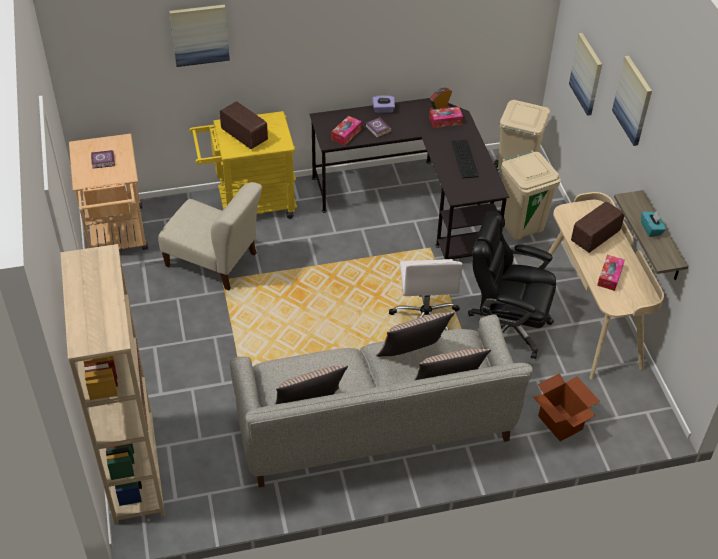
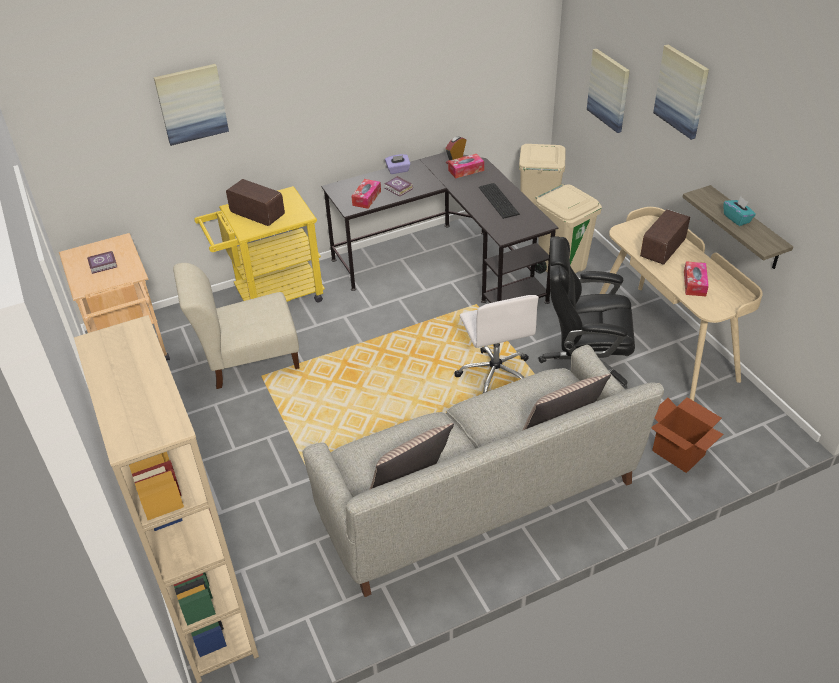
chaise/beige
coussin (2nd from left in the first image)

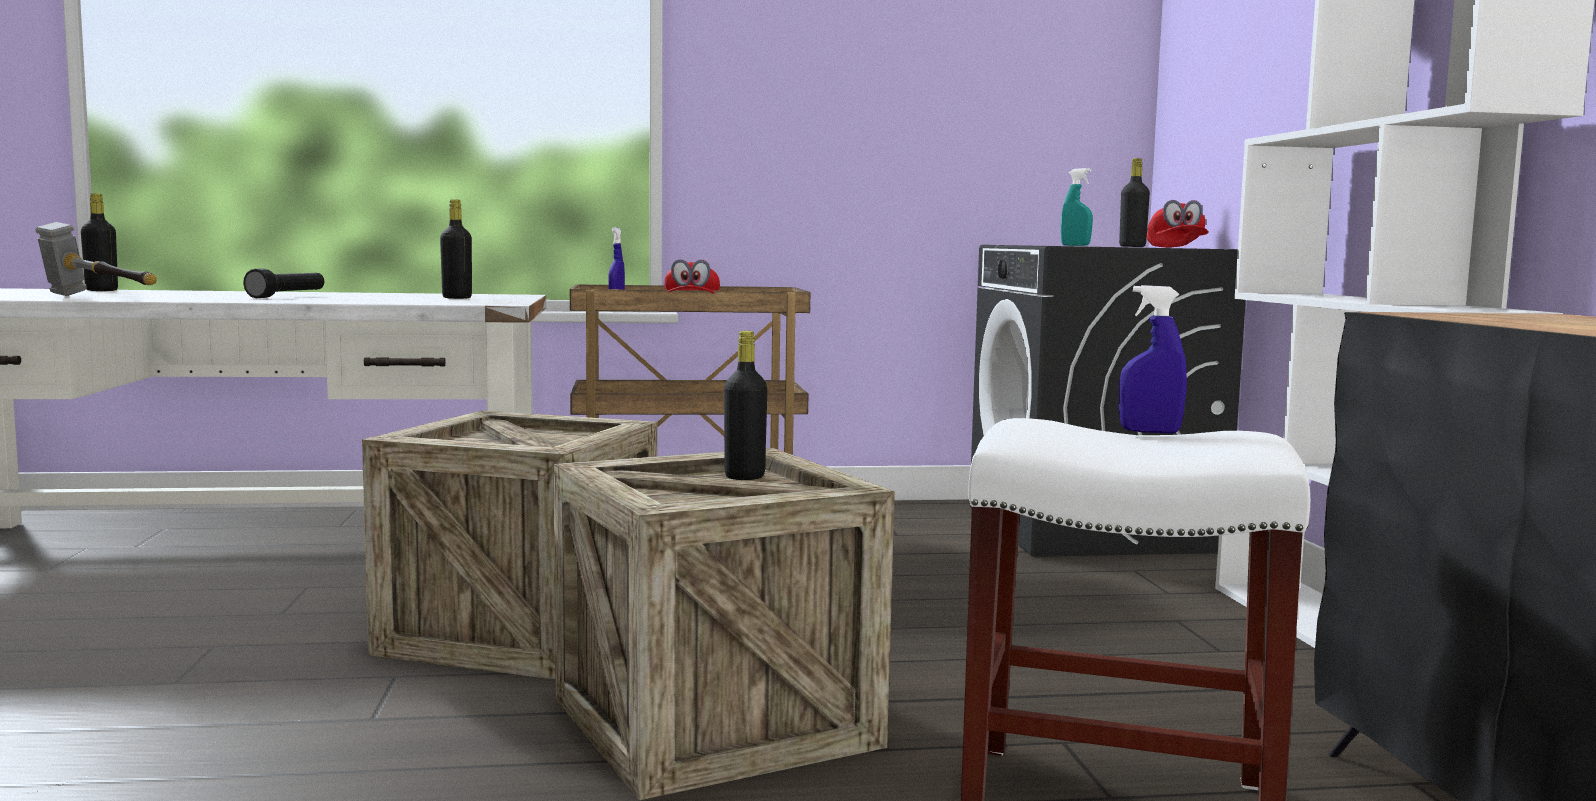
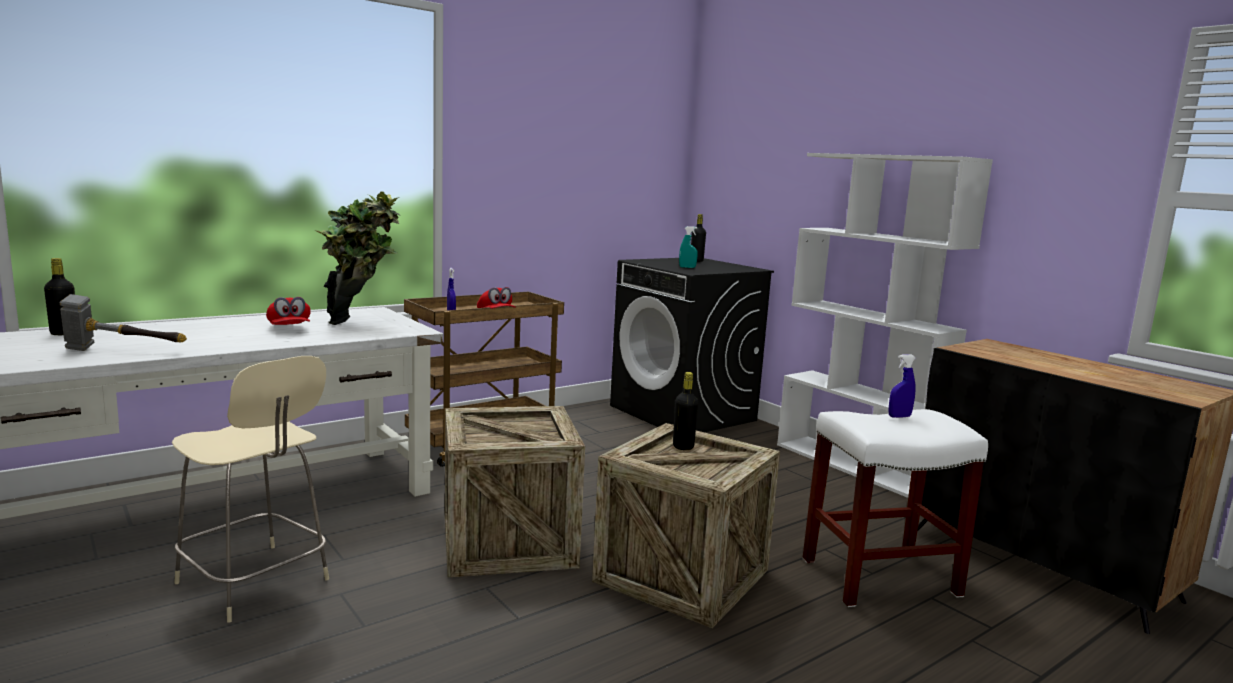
plante en pot
casquette/rouge (1st from left)
lampe de poche/noir
chaise/beige

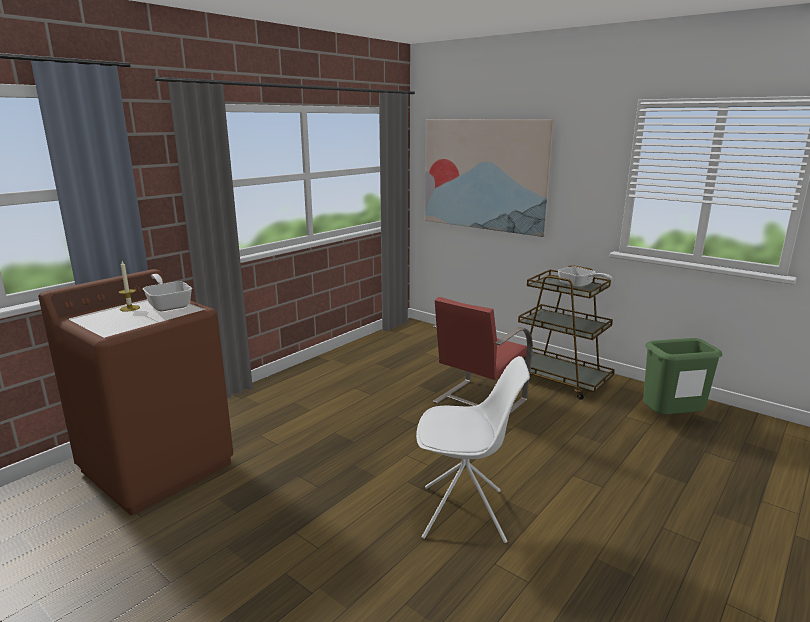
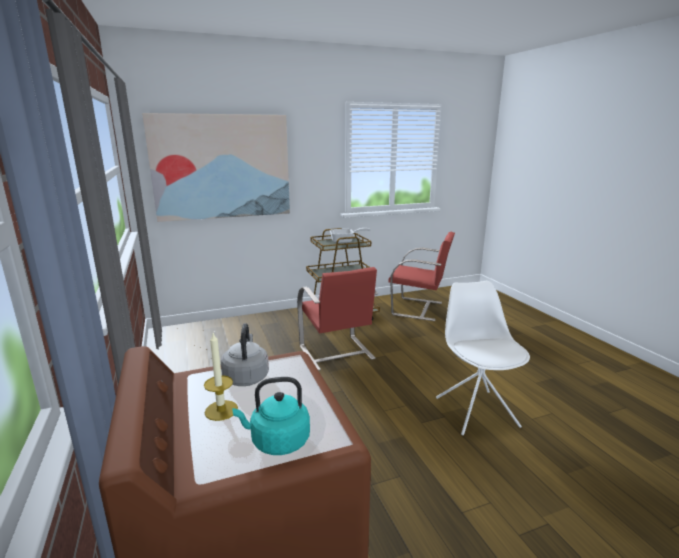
bouilloire/gris
chaise/rouge (2nd from left)
chaise/blanc
bouilloire/turquoise

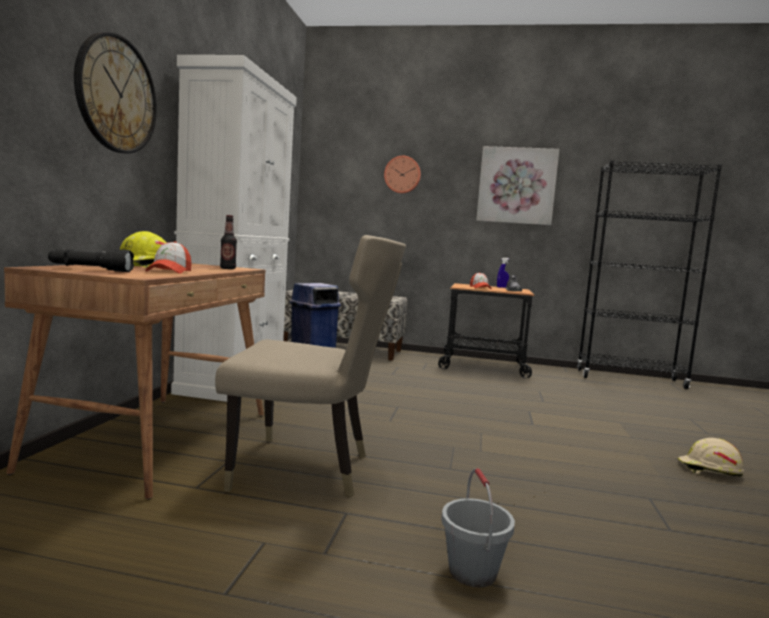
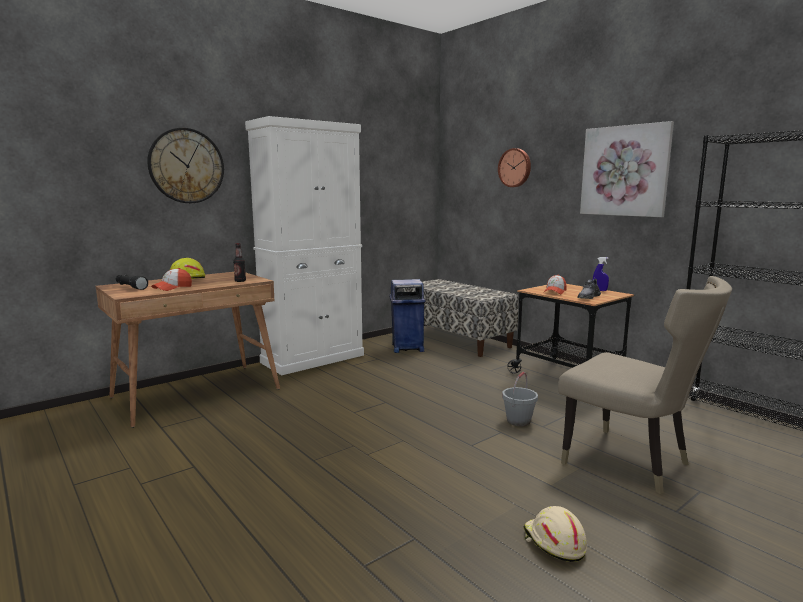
chaise/beige
seau/gris

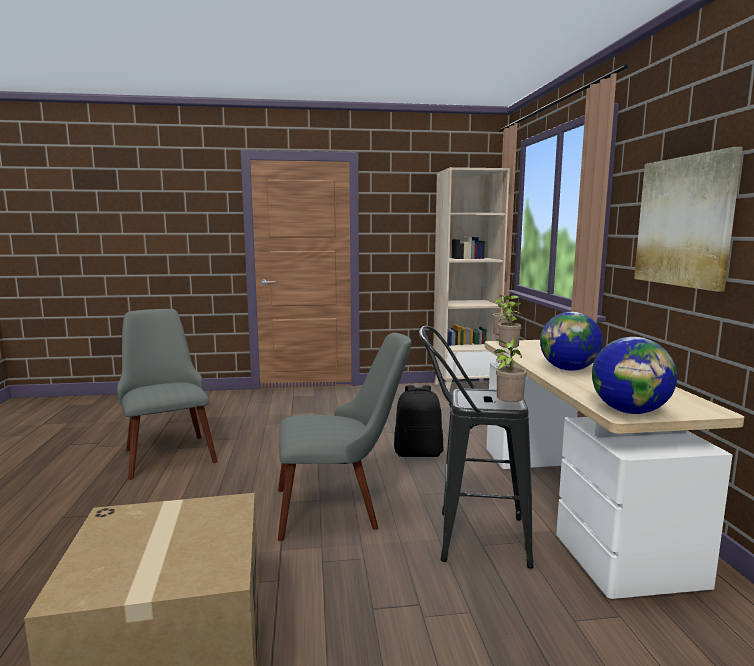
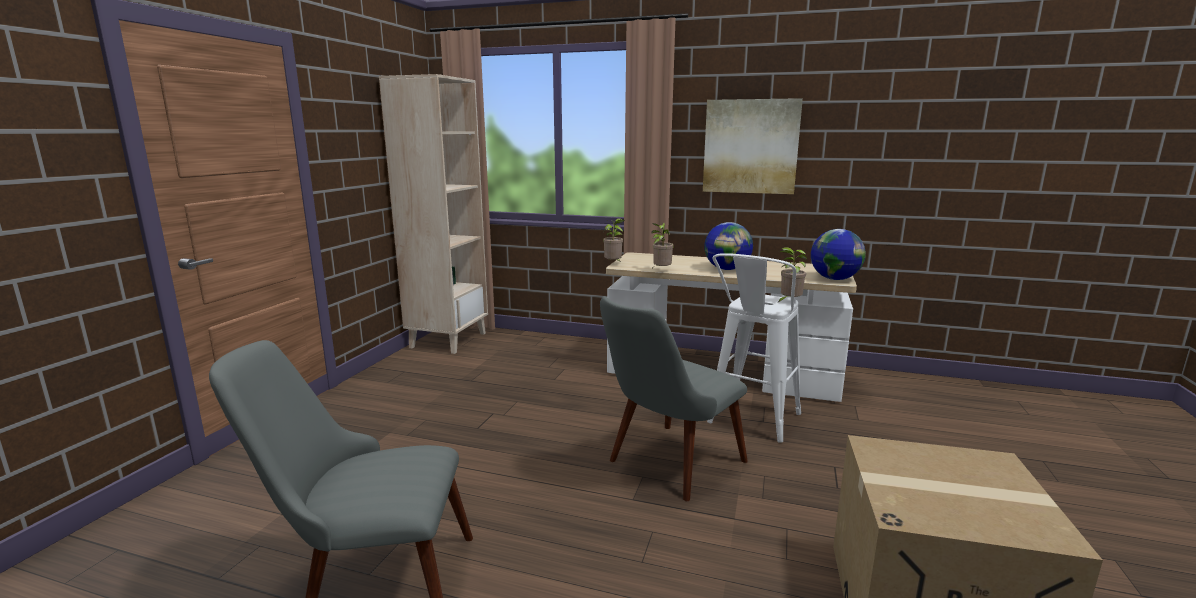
tabouret/blanc
chaise/gris (2nd from left)
sac à dos/noir

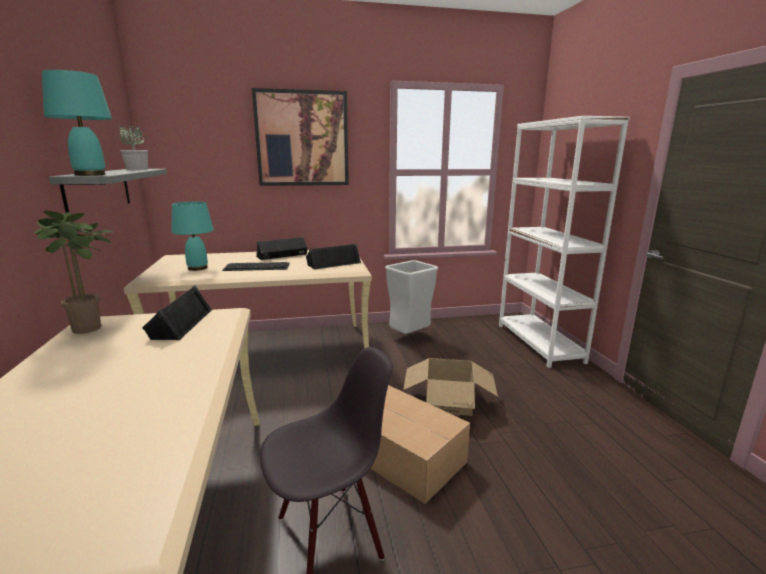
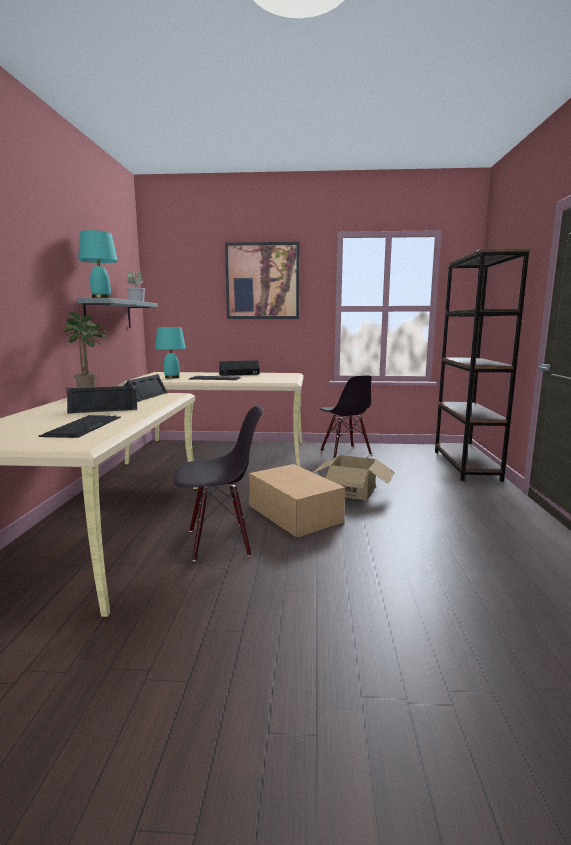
bibliothèque/marron
enceinte/noir (1st from left)
chaise/noir (2nd from left)
clavier (1st from left)

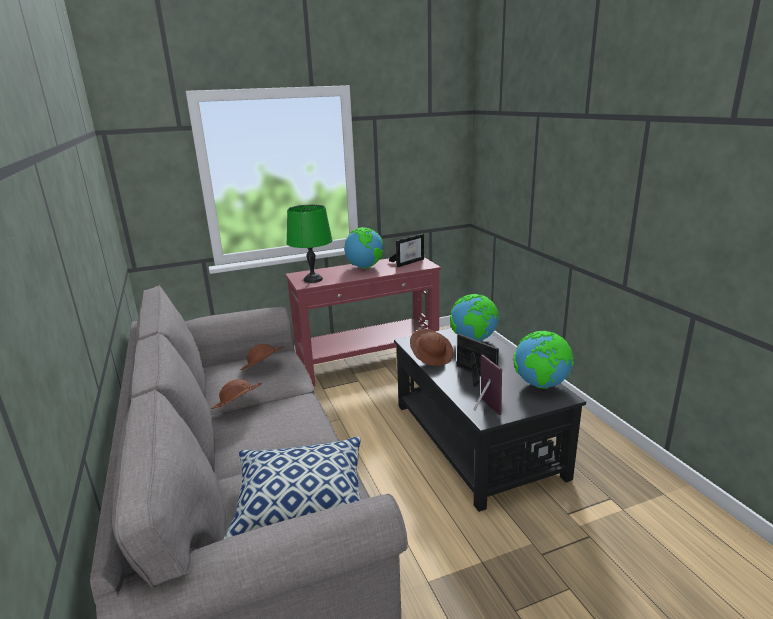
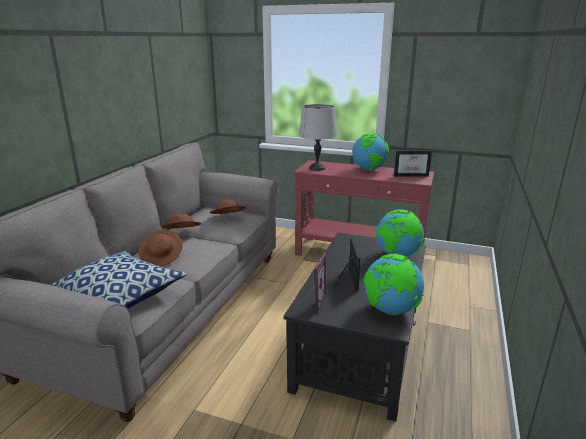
lampe de table/gris
chapeau/marron (1st from left)

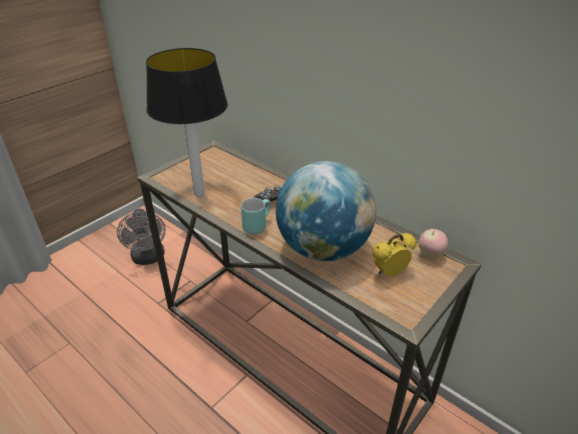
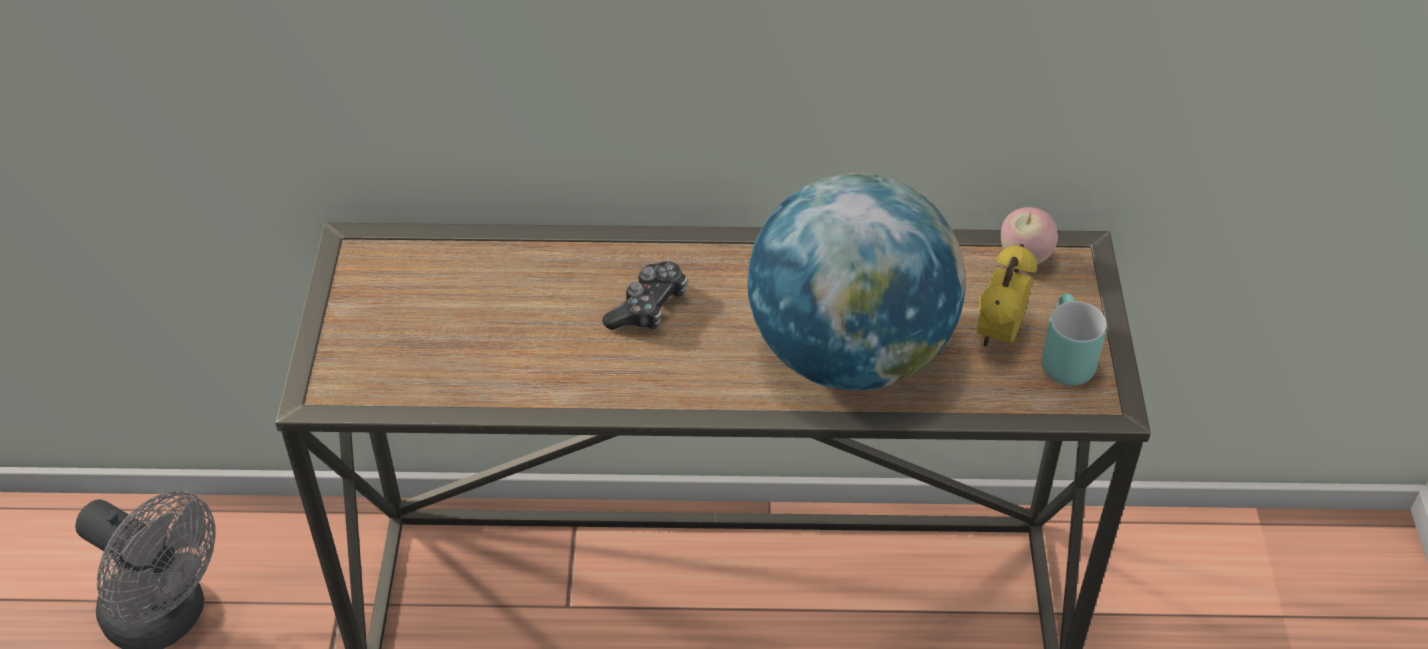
lampe de table
mug/turquoise

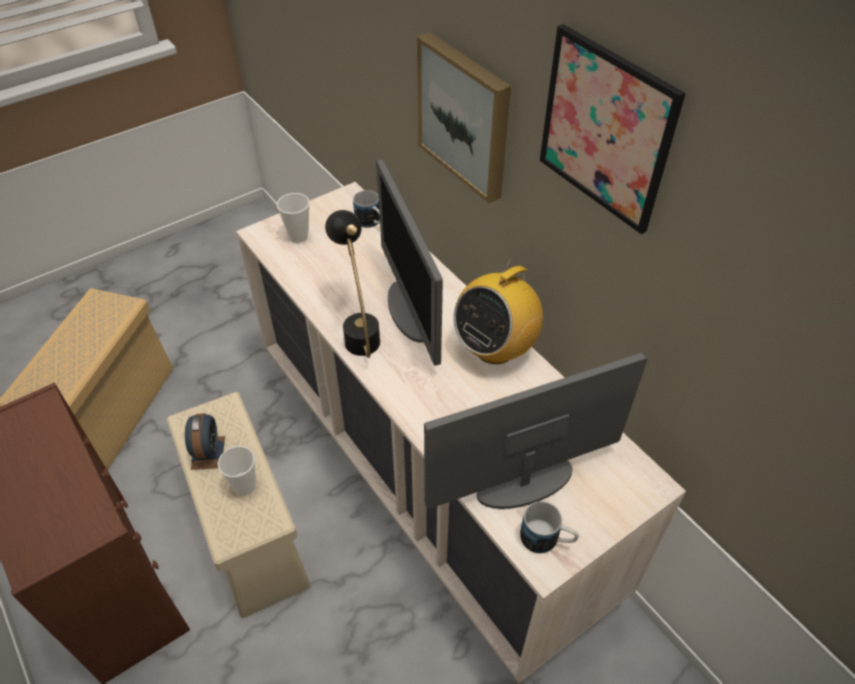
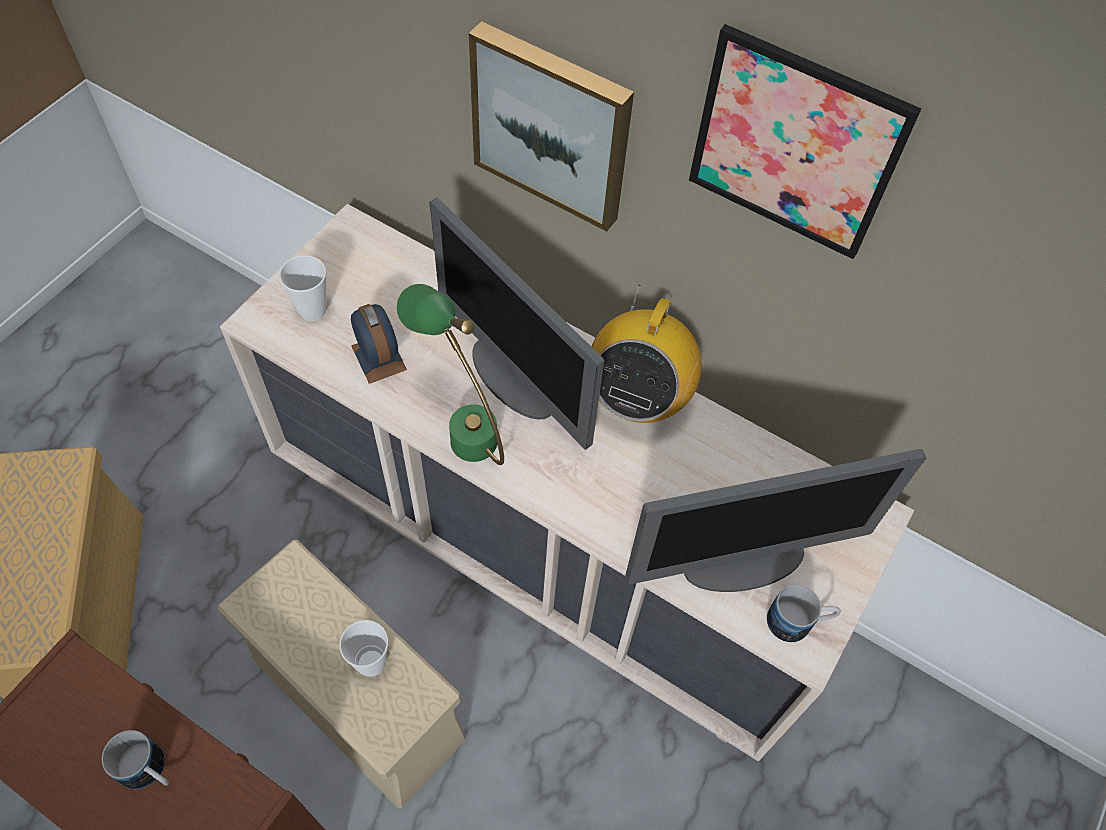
mug (1st from left)
lampe de table/vert
écran d'ordinateur (2nd from left)
réveil

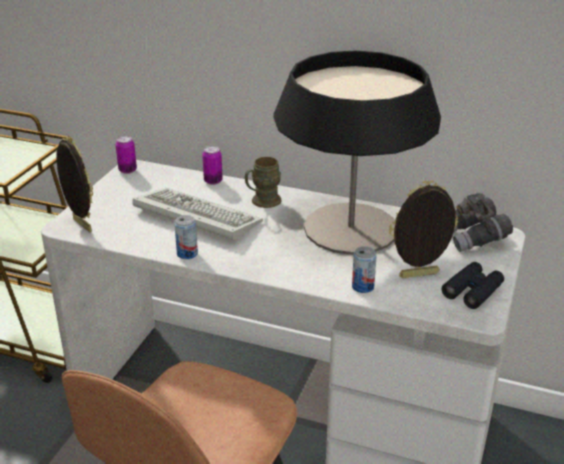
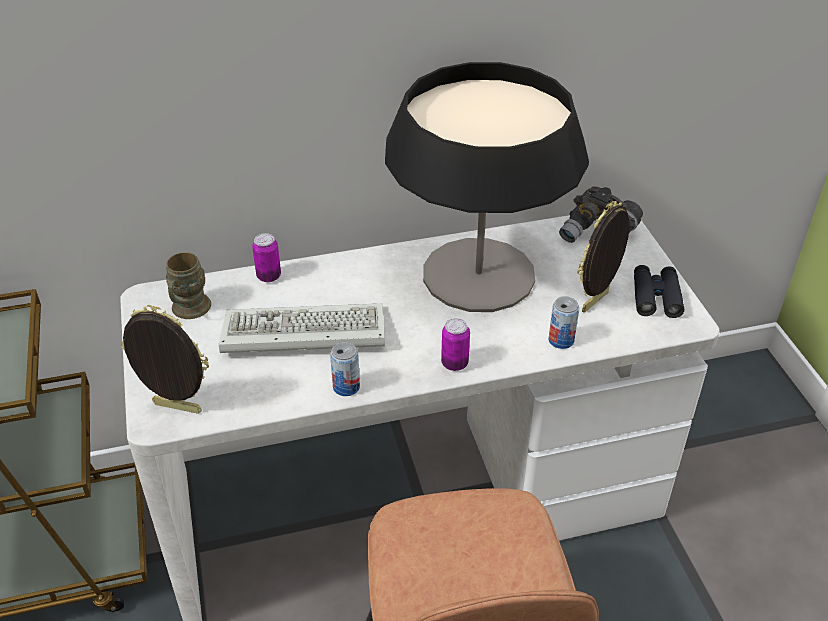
boîte métallique (3rd from left)
mug/marron

